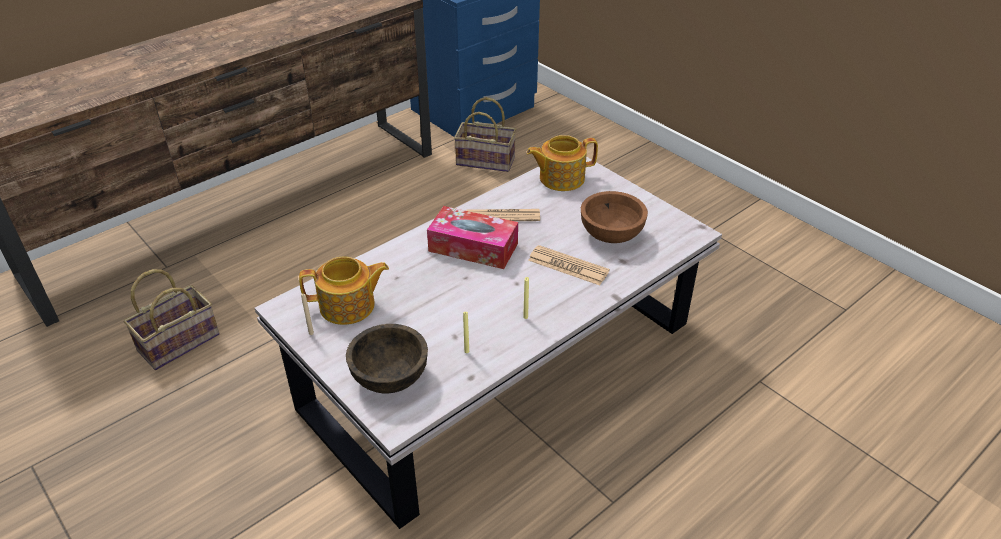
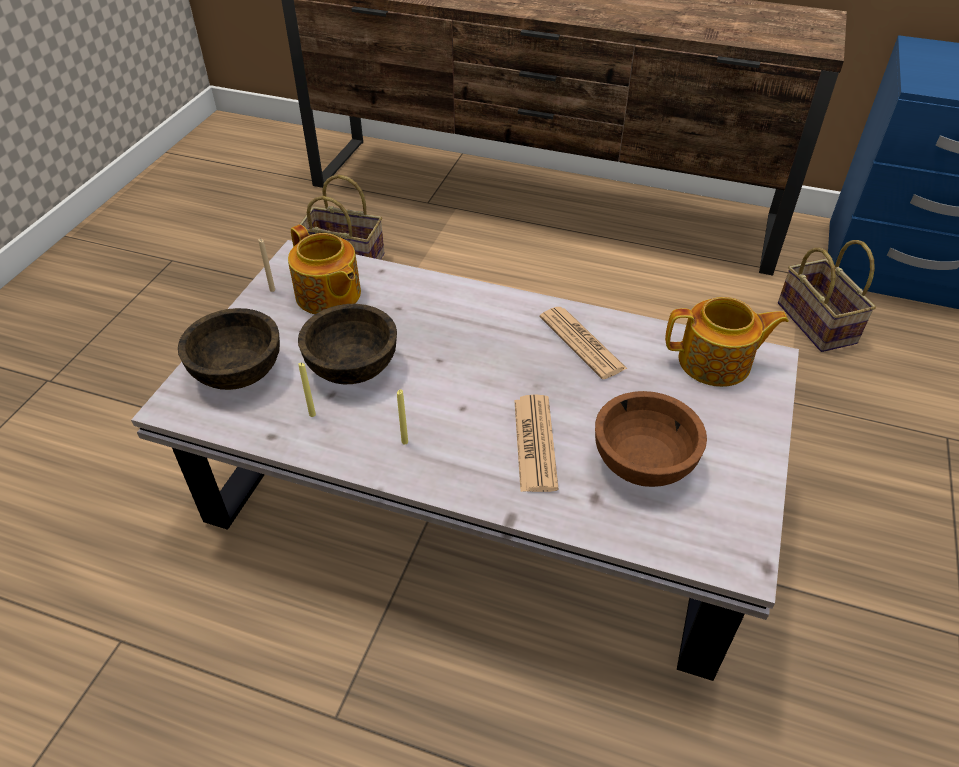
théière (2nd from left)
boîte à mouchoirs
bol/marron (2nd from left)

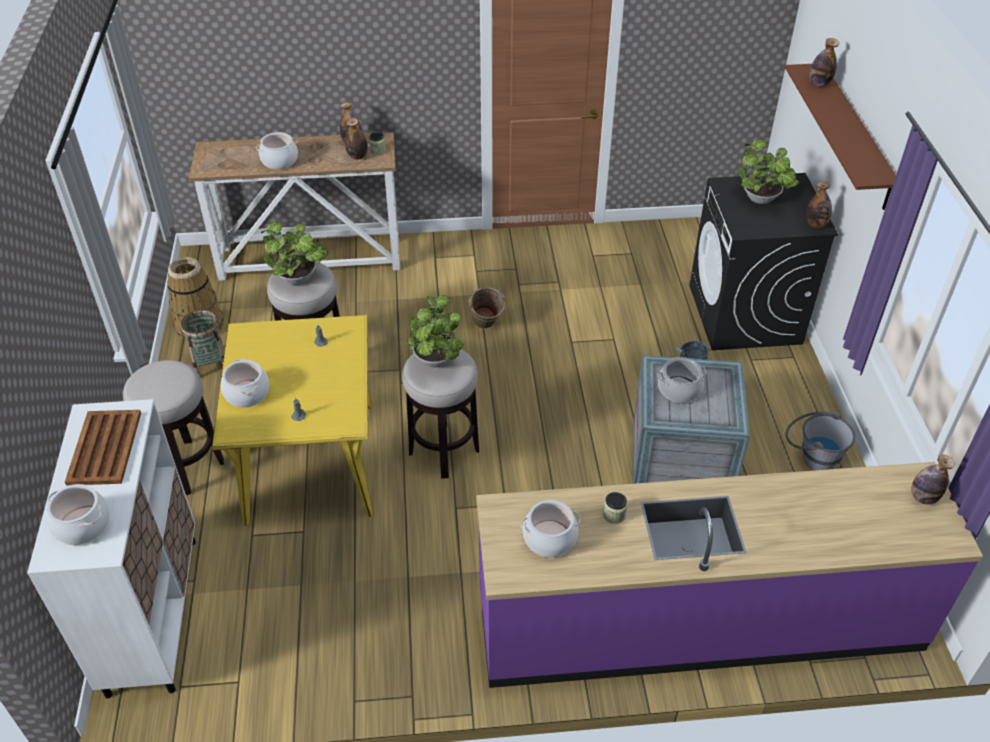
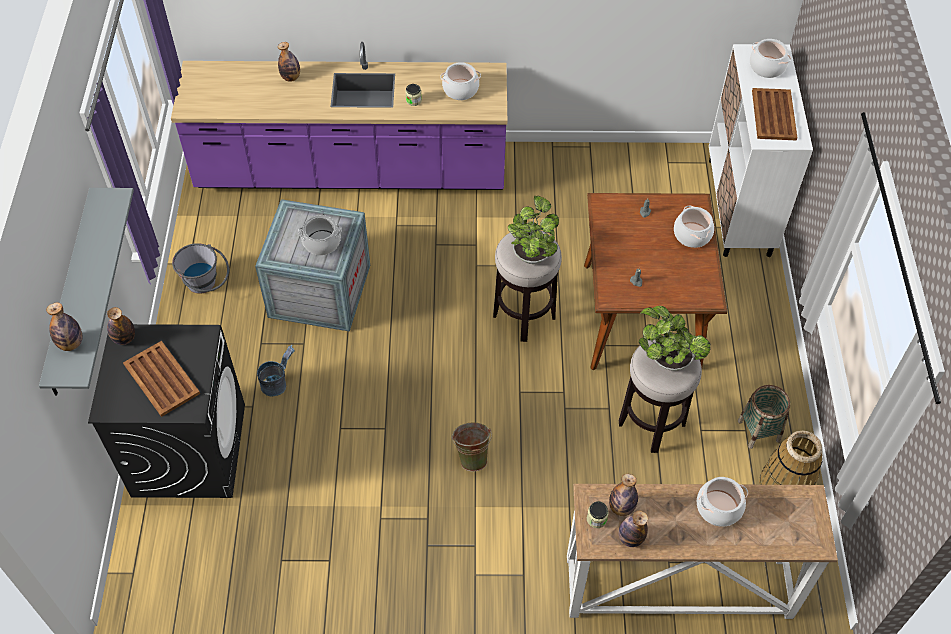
étagère/gris
plateau/marron (1st from left)
table à manger/marron
tabouret (1st from left in the first image)
bouteille (3rd from left)

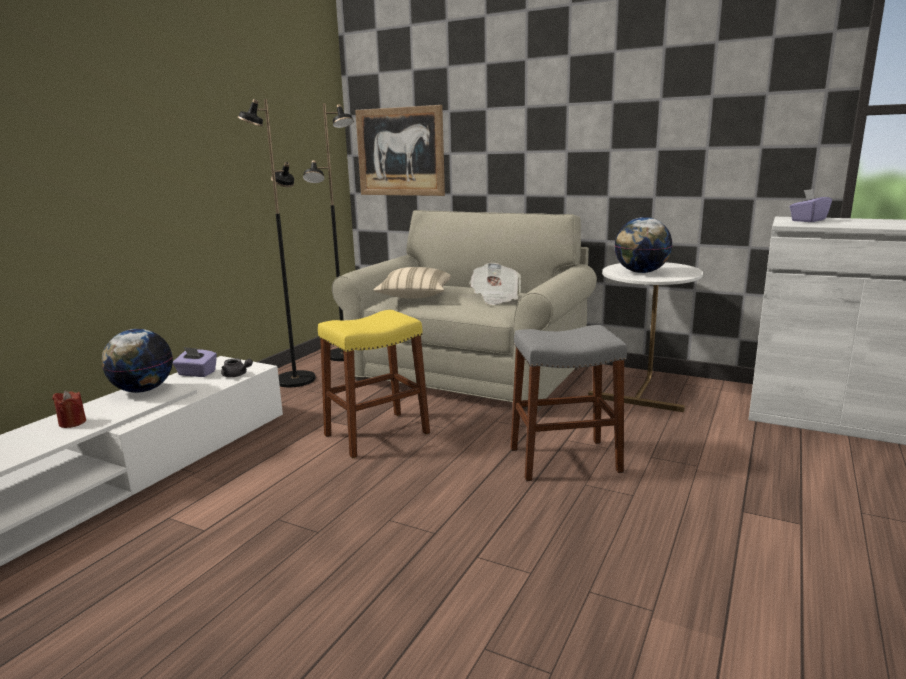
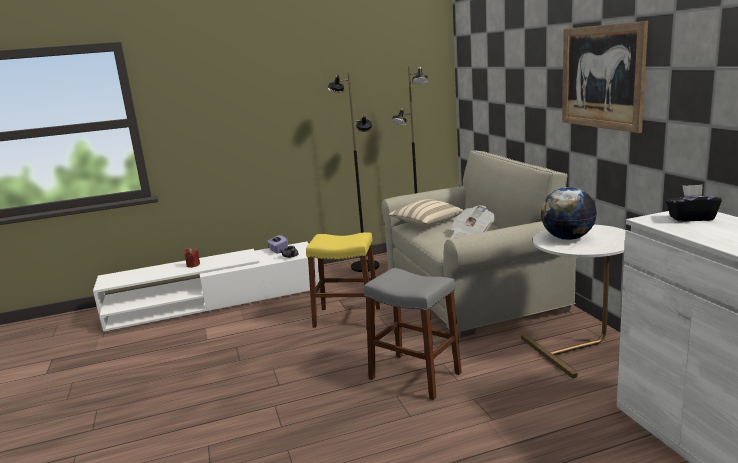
tableau
boîte à mouchoirs/noir
globe (1st from left in the first image)

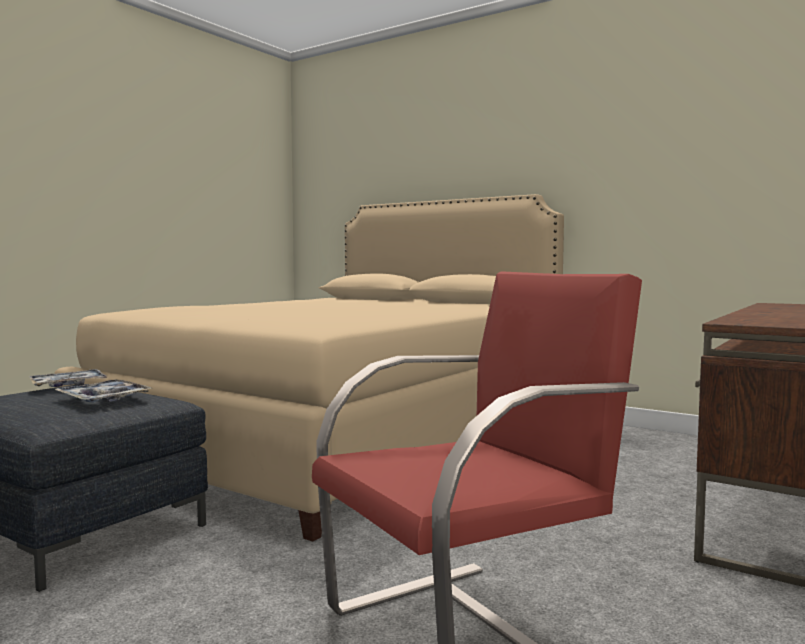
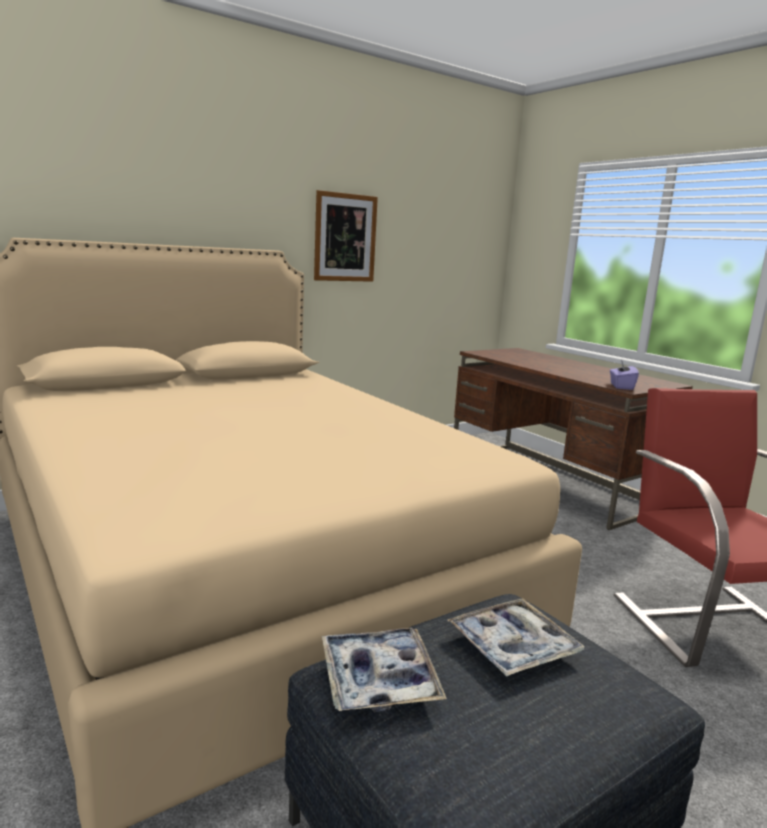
tableau
boîte à mouchoirs/violet

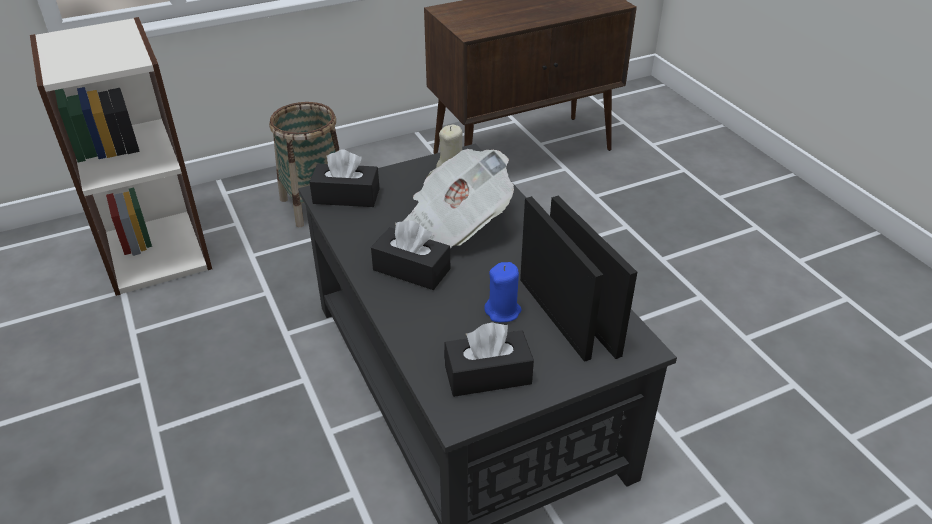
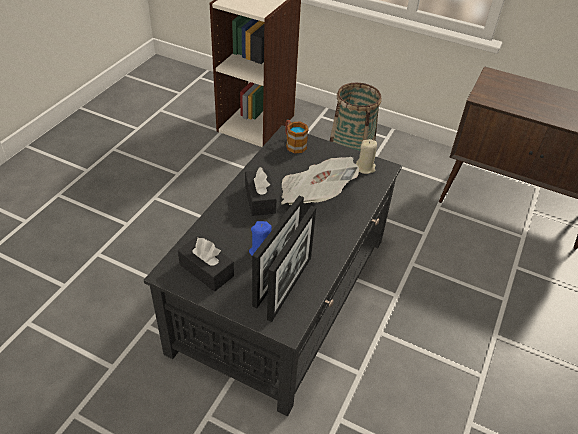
mug

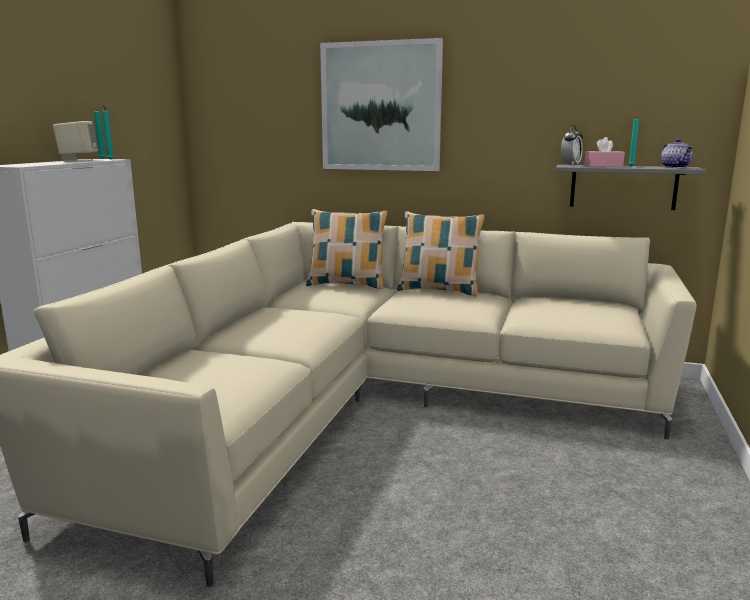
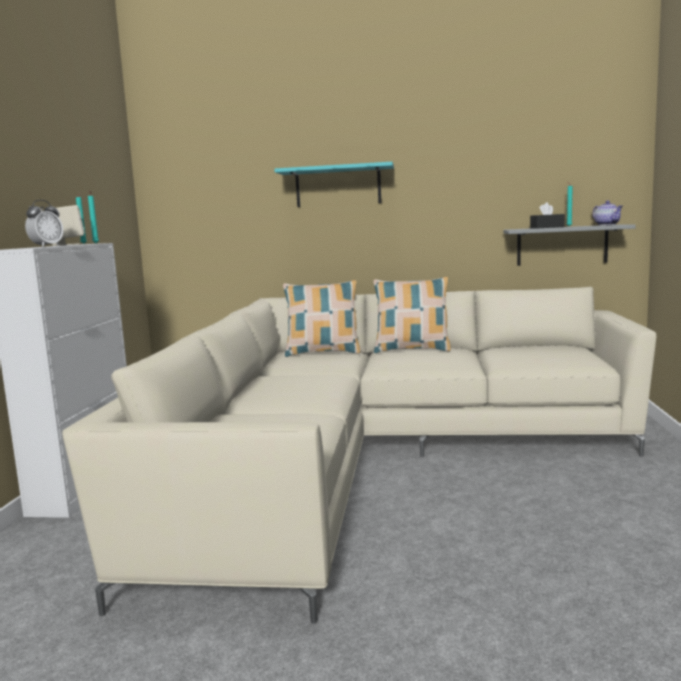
étagère/turquoise
réveil
boîte à mouchoirs/noir

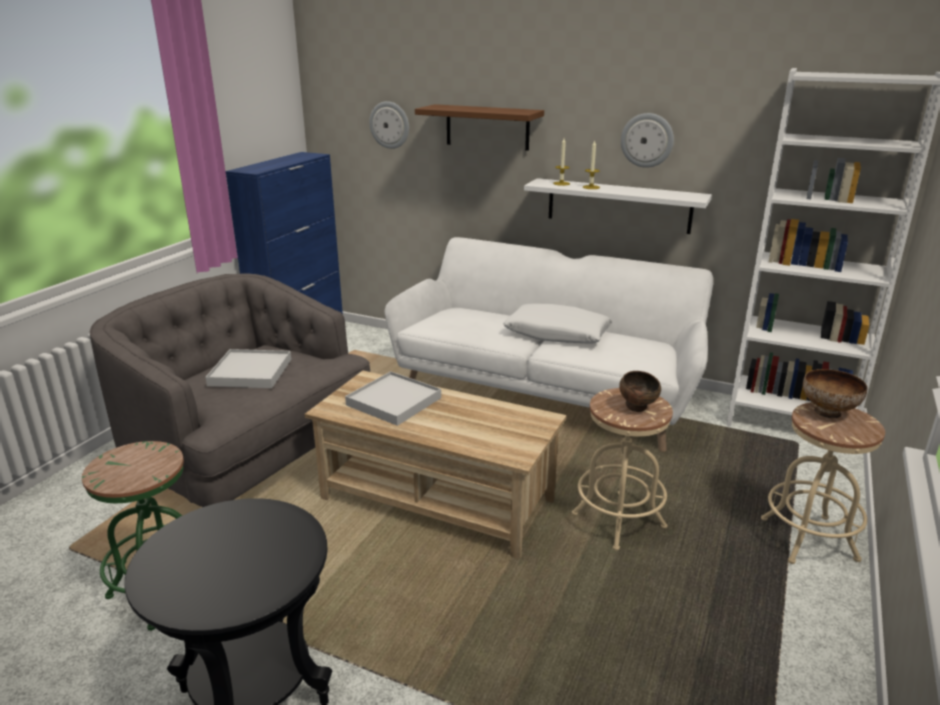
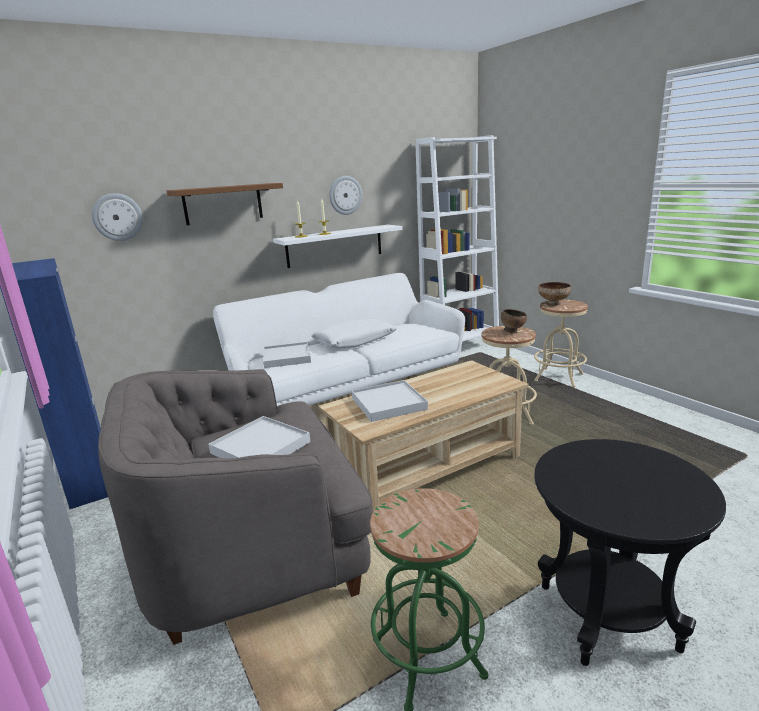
plateau/blanc (2nd from left)

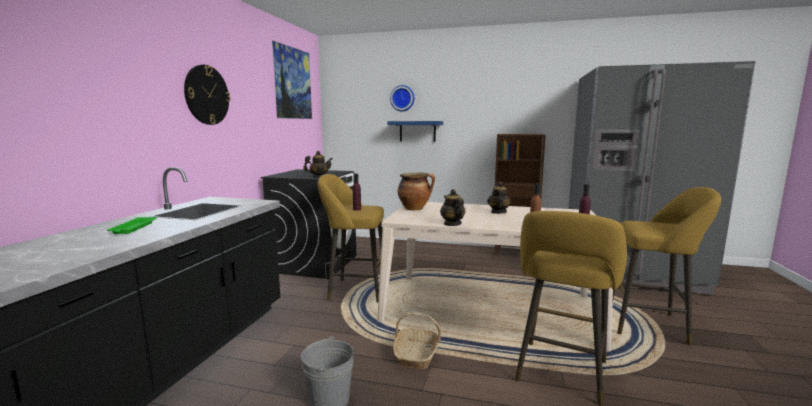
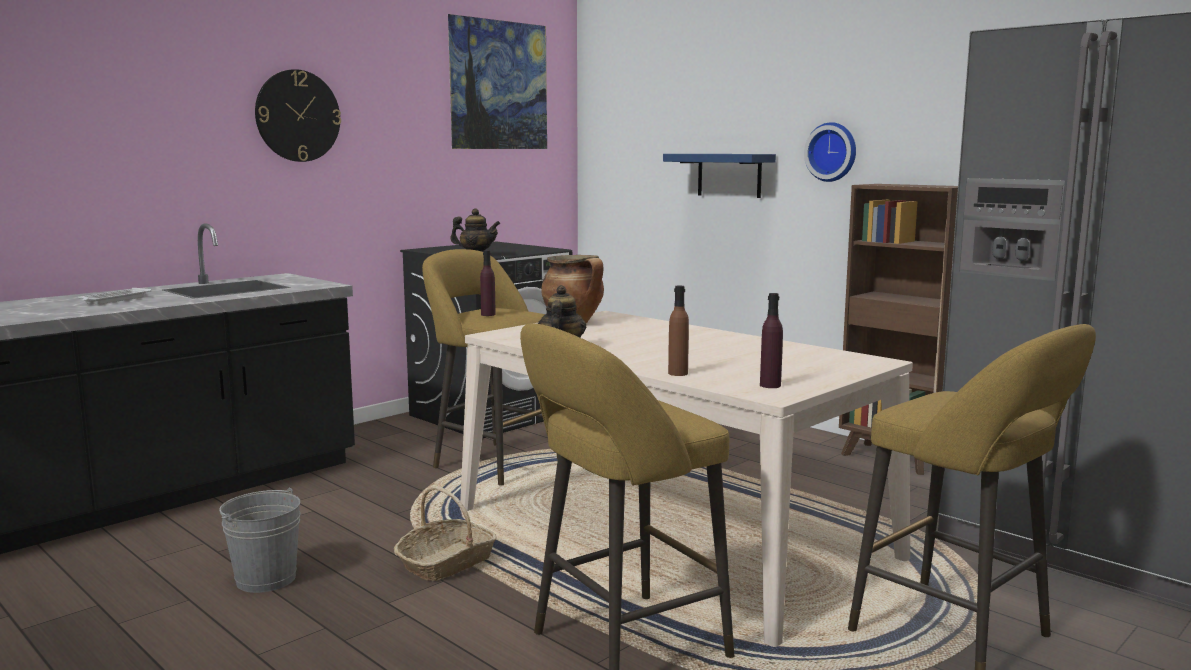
horloge murale (2nd from left)
théière (3rd from left in the first image)
plateau/blanc

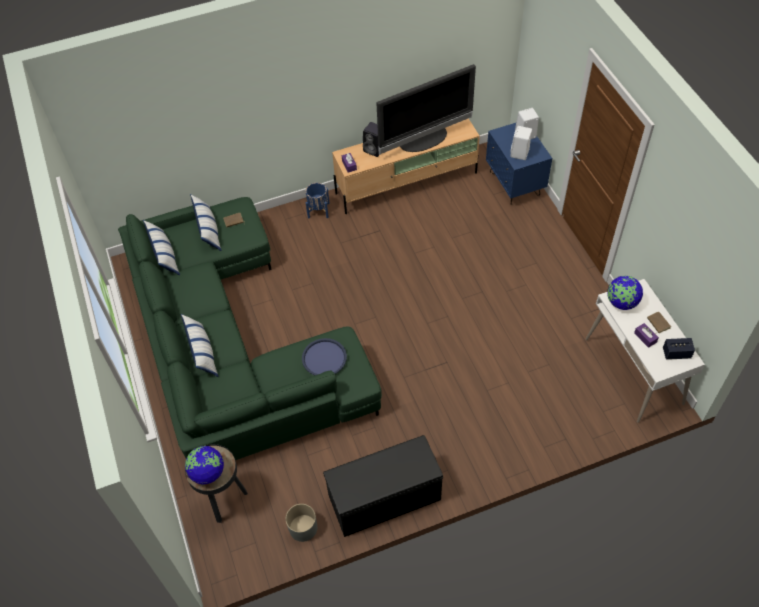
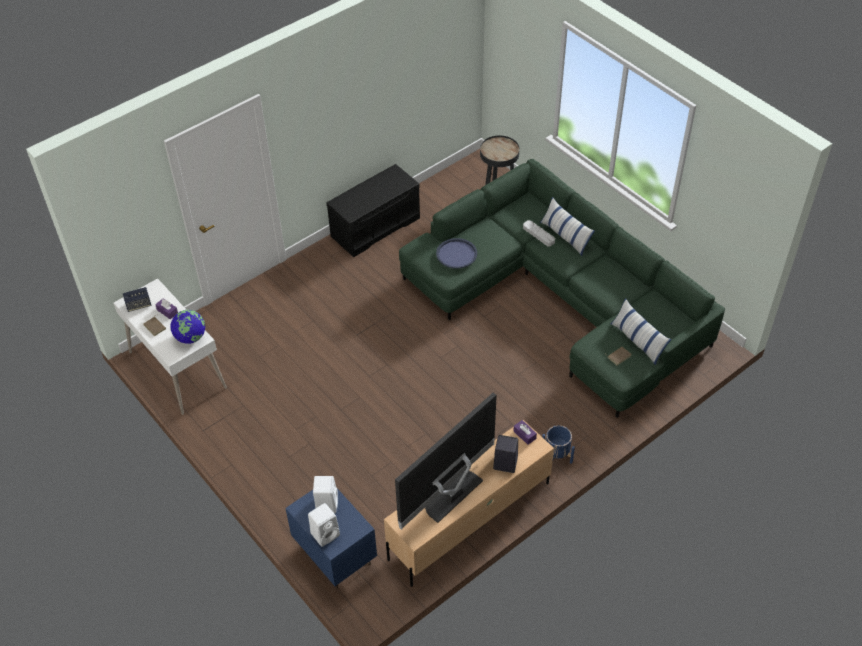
coussin (1st from left in the first image)
globe (1st from left in the first image)
cache-pot/gris
plateau/gris

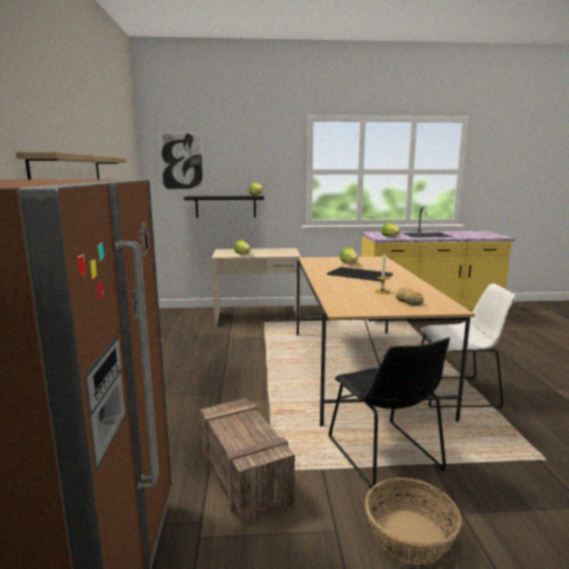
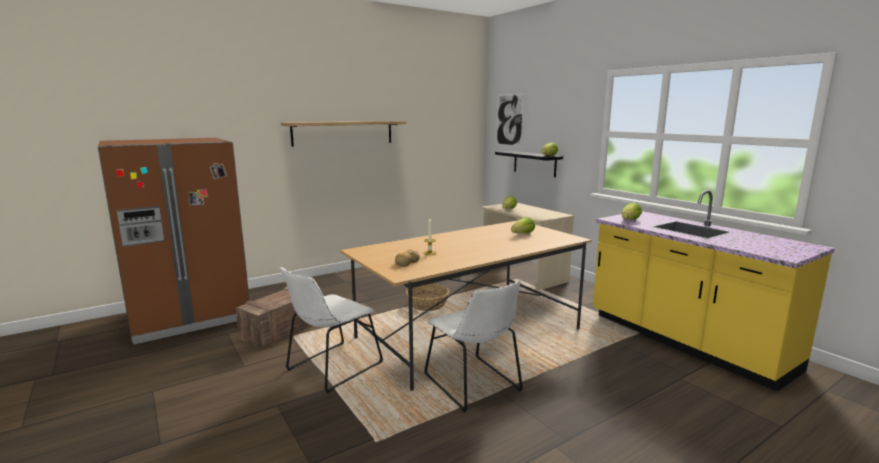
plateau
chaise/blanc (1st from left)
panier

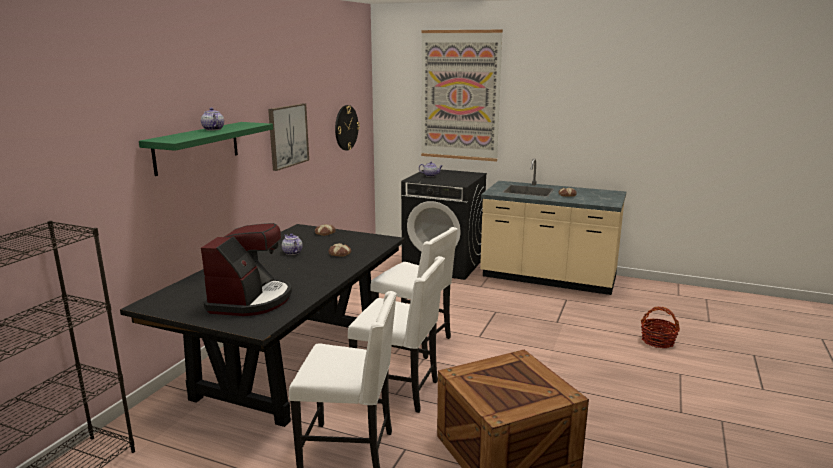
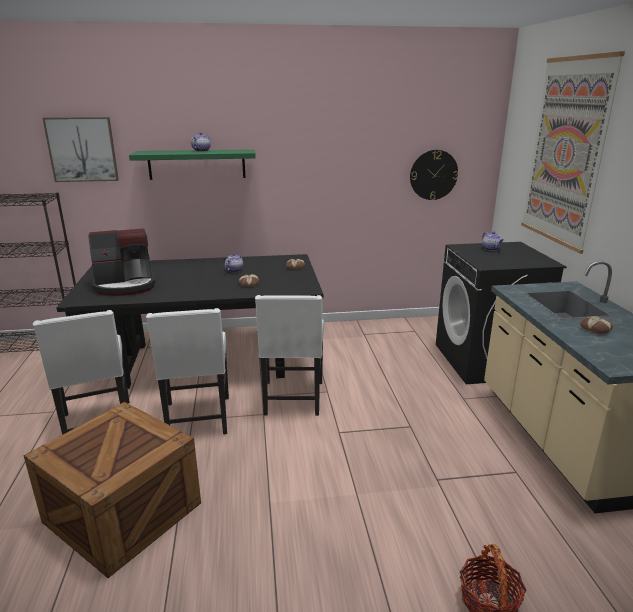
tableau (1st from left)

